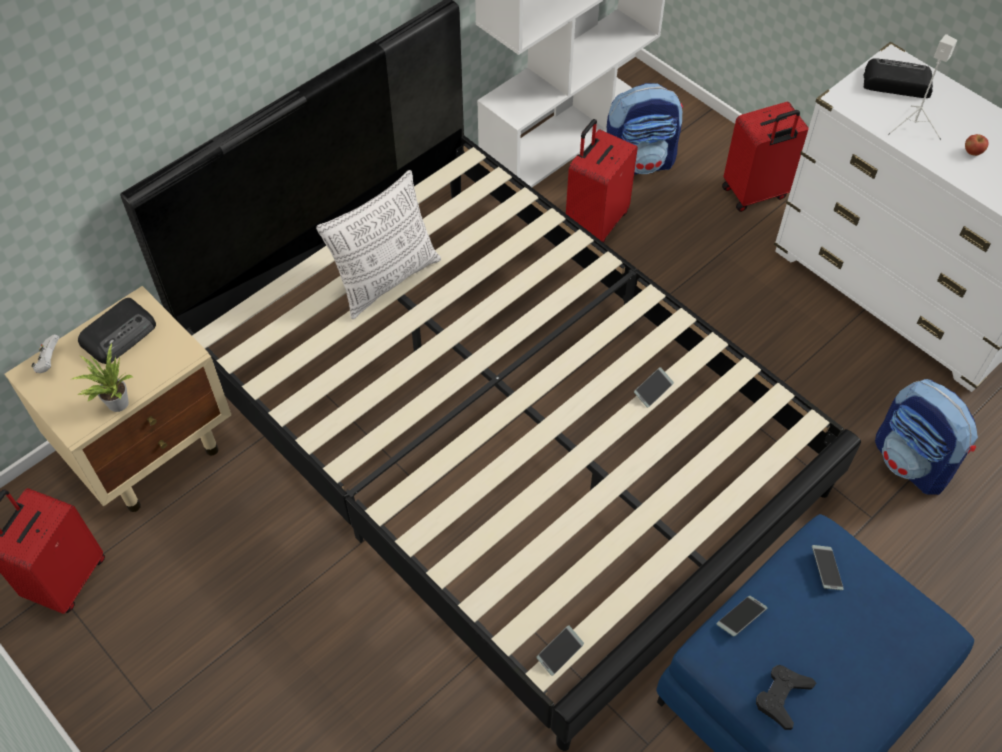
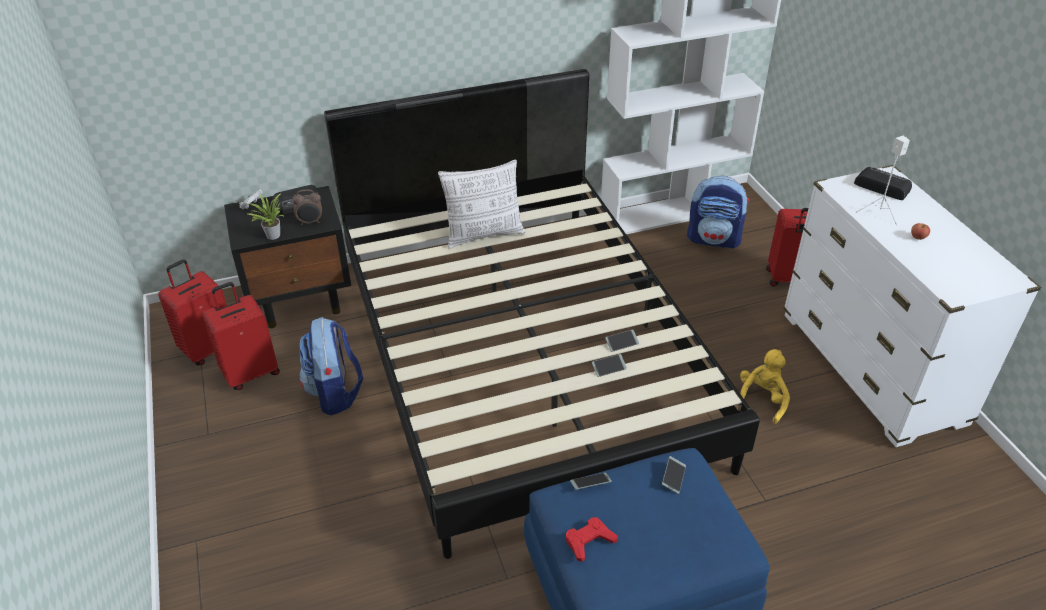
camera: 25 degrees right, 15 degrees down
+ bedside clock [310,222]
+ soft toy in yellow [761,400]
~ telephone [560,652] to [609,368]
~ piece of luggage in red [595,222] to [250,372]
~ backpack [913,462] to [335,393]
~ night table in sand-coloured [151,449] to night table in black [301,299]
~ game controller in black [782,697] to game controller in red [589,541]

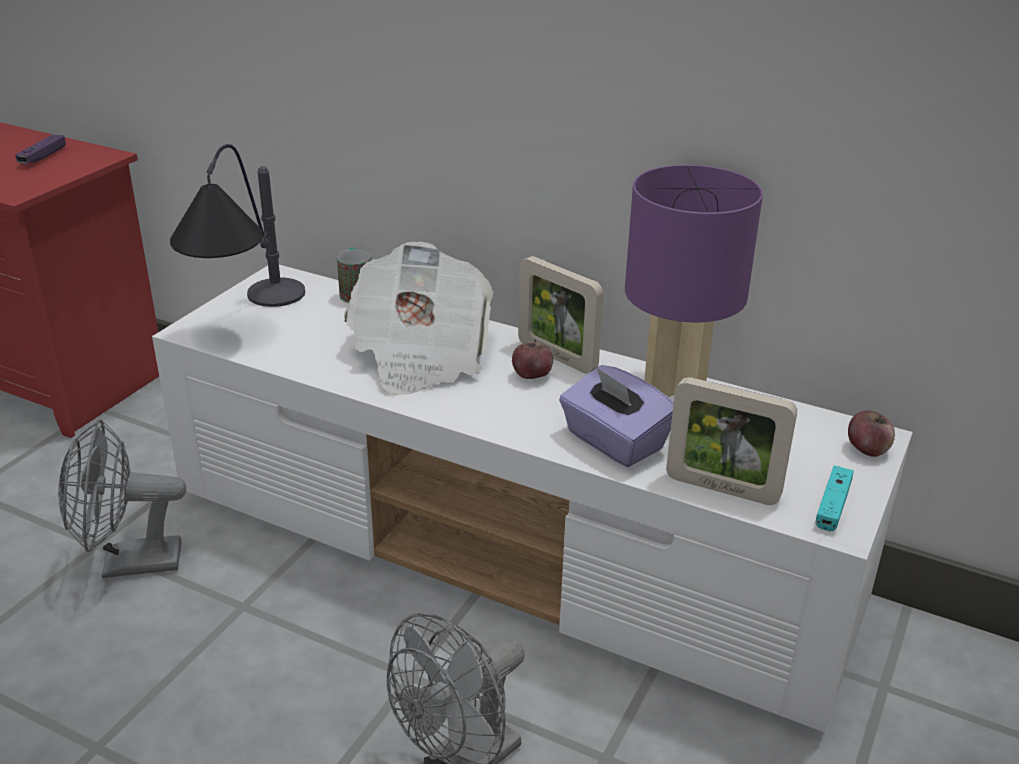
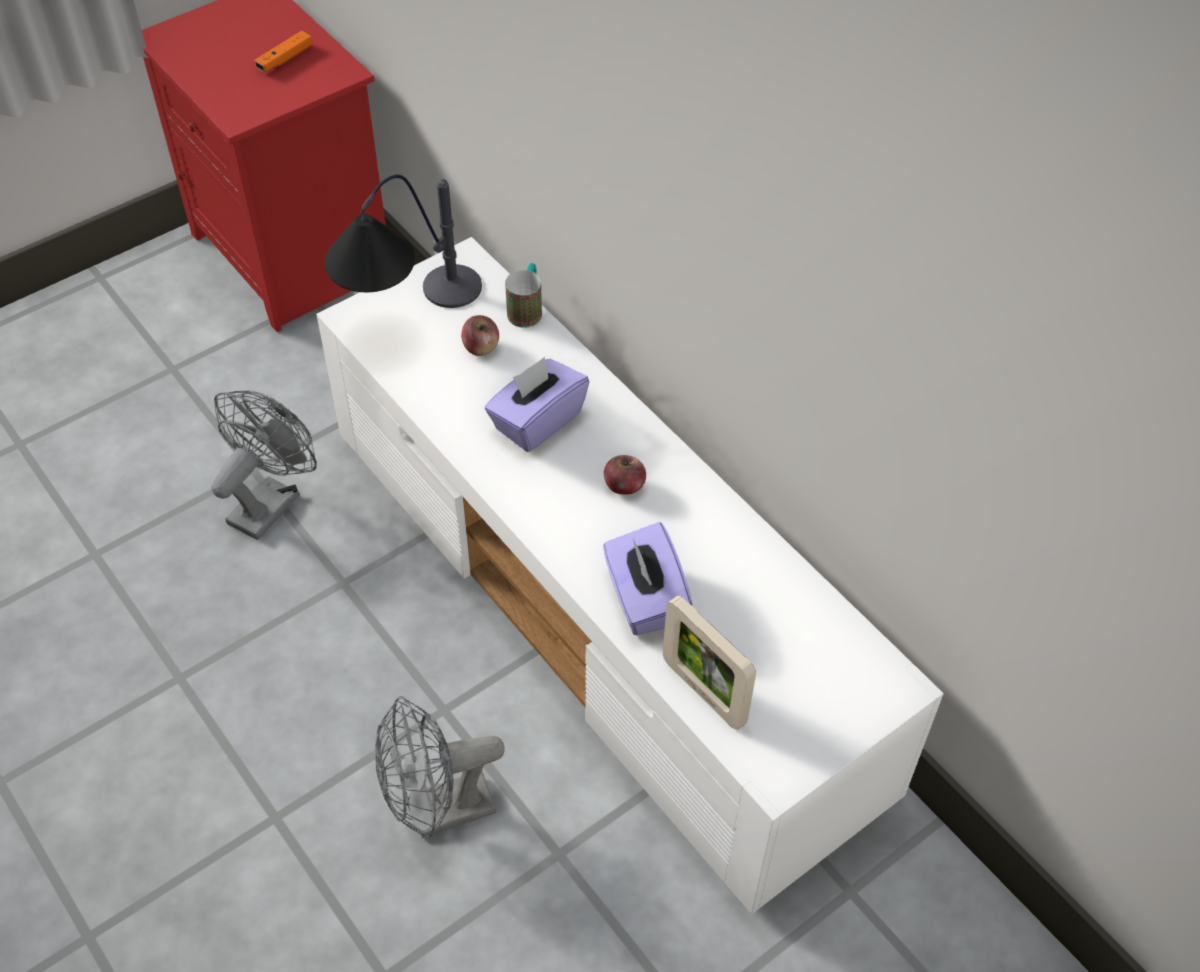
camera: 25 degrees right, 20 degrees up
- standing frame [557,357]
- lamp for a table in purple [673,391]
- game controller in turquoise [832,505]
~ whole apple [867,449] to [481,347]
~ daily paper [419,355] to box of tissues in purple [537,421]
~ game controller in purple [42,157] to game controller in orange [285,59]
~ fan in grey [129,564] = [270,501] 105 degrees clockwise

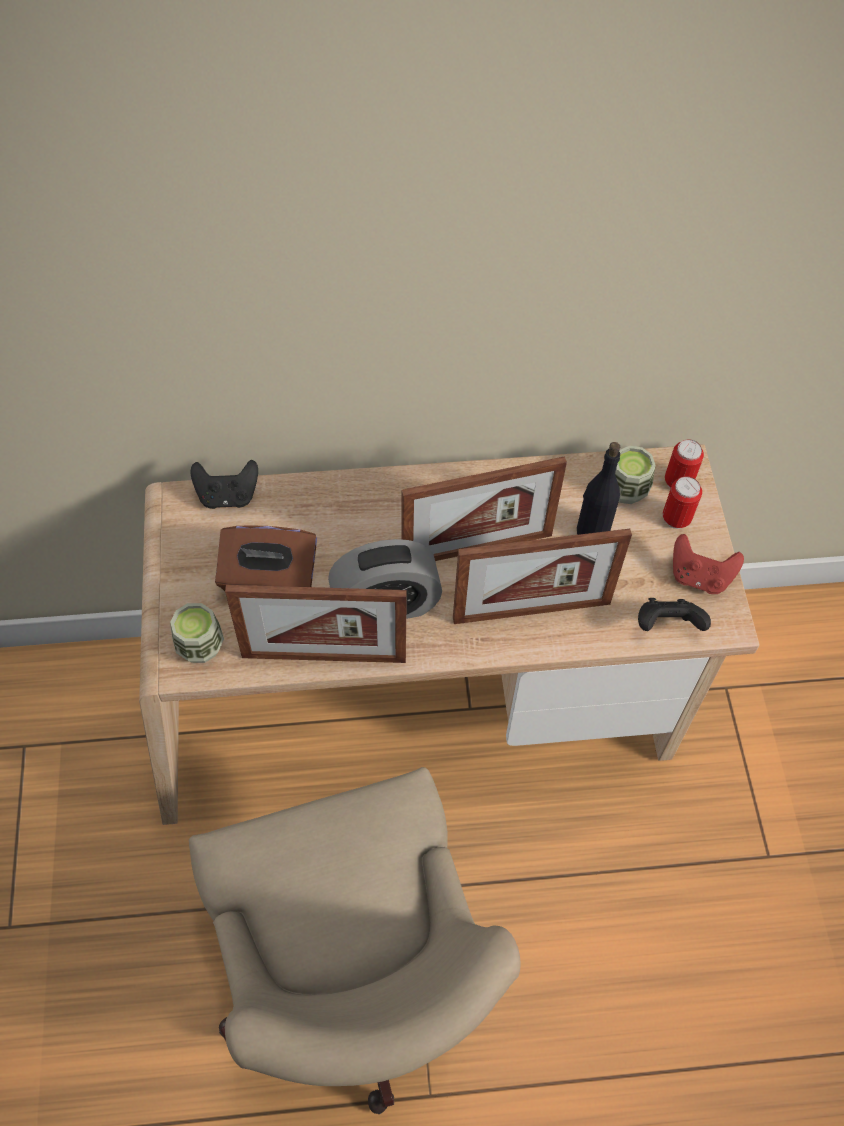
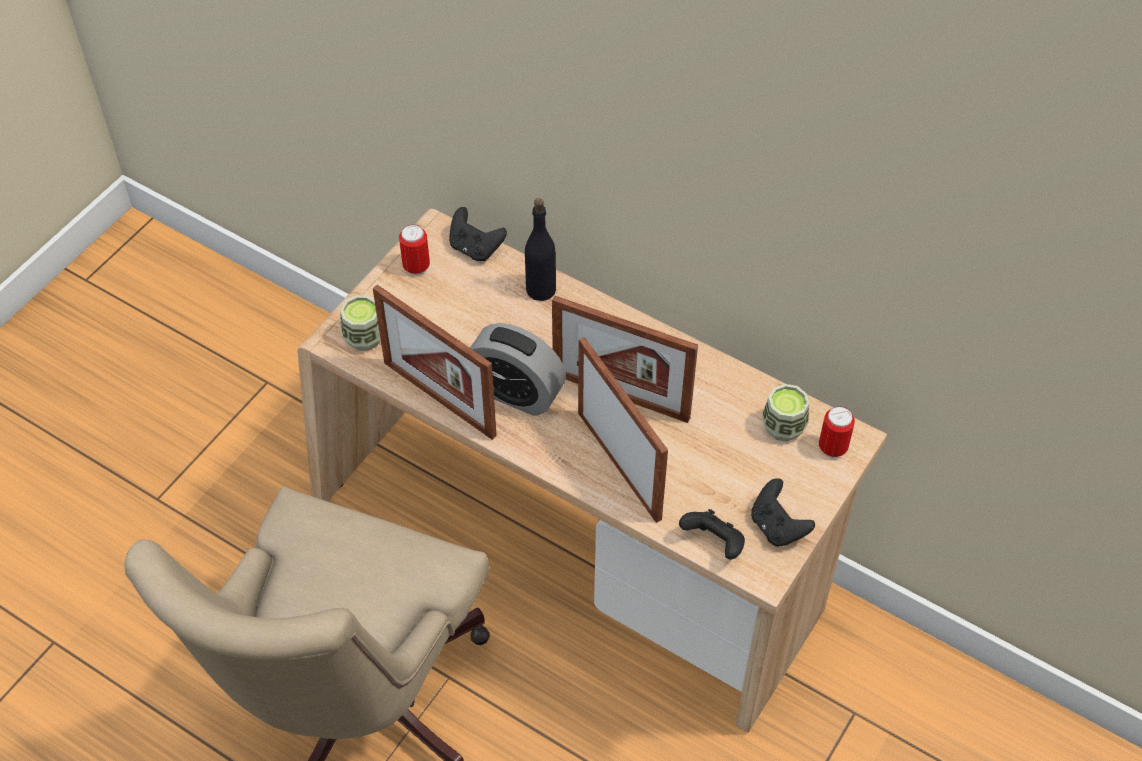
camera: 40 degrees right, 5 degrees down
- box of tissues in brown [269,581]
~ bottle in black [592,531] to [541,289]
~ sealed can [676,519] to [416,267]
~ game controller in red [699,577] to game controller in black [777,527]
~ standing frame [531,611] = [619,465] 150 degrees counterclockwise

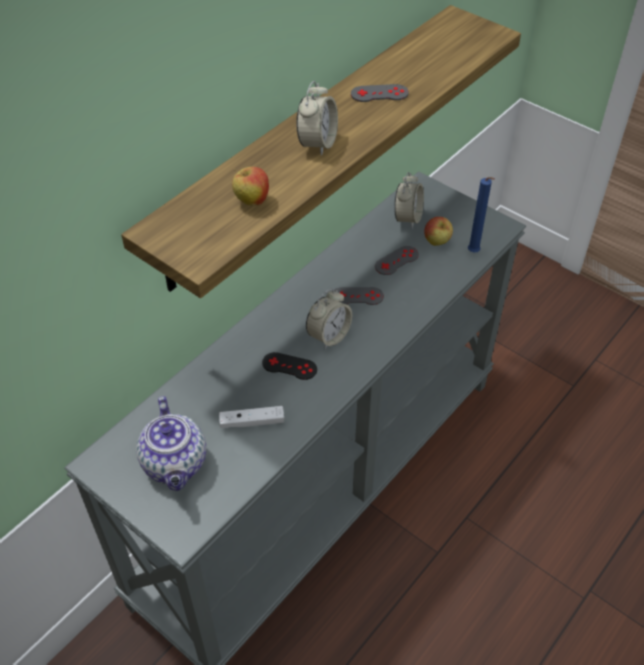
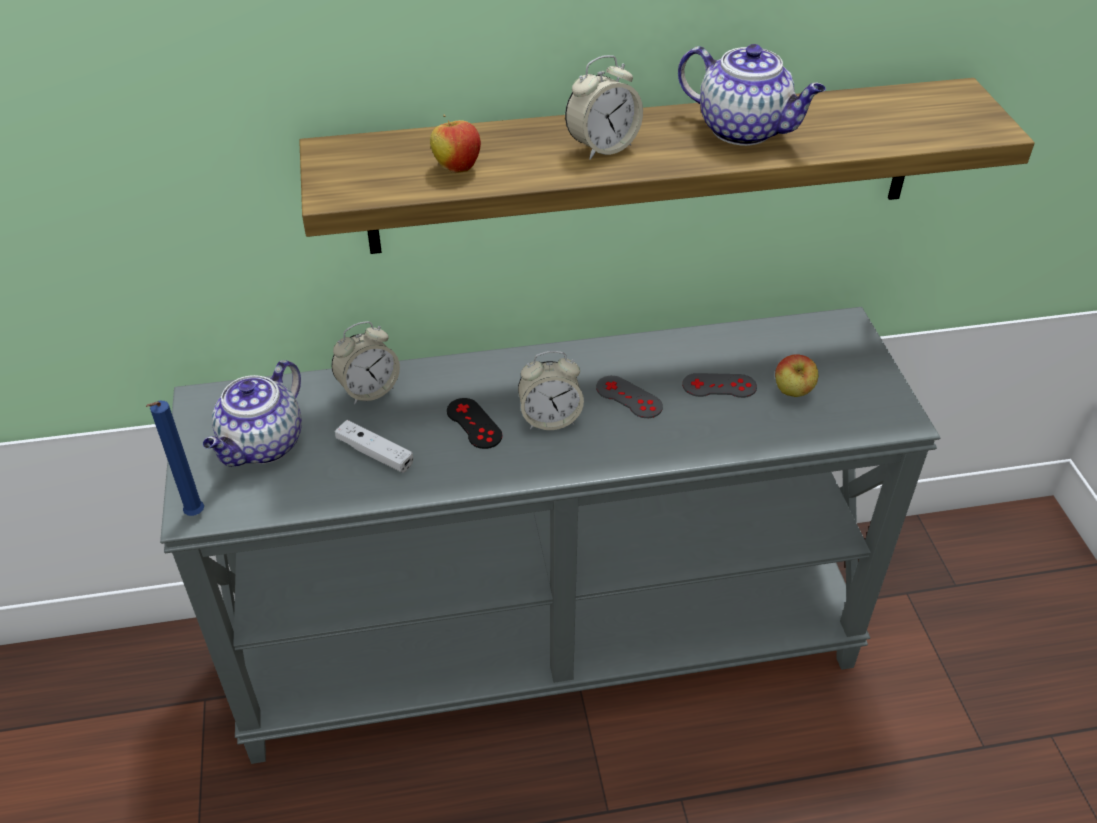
camera: 40 degrees right, 5 degrees down
~ bedside clock [407,218] to [369,390]
~ wax light in bluish [474,253] to [193,516]
~ game controller in grey [379,93] to pot for tea [745,130]

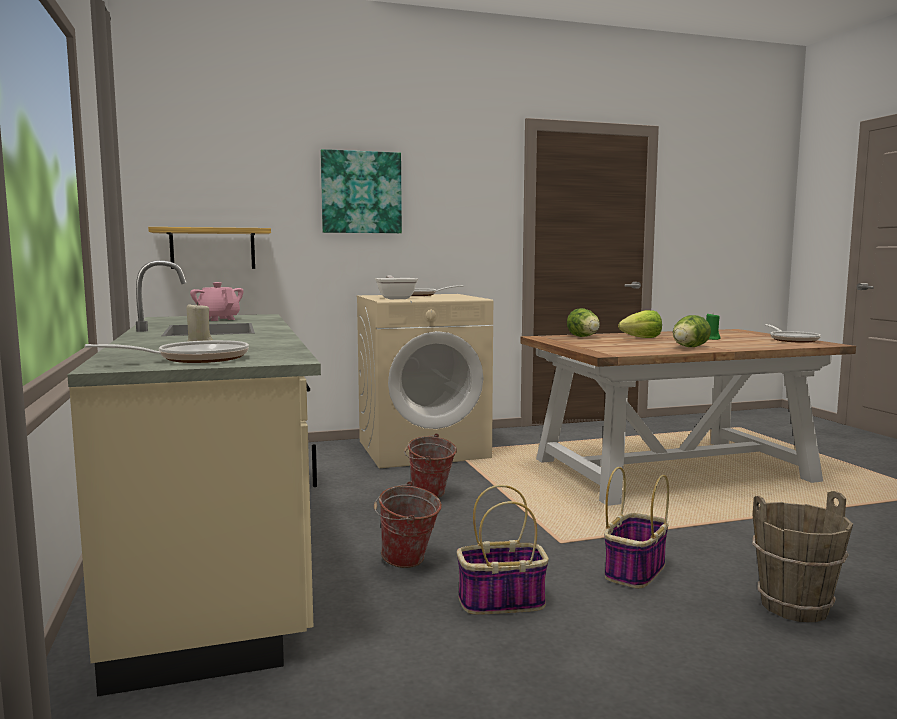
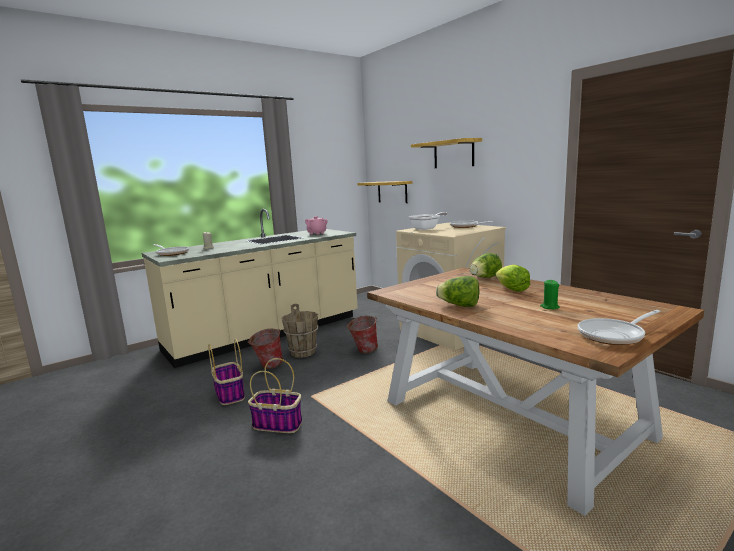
camera: 70 degrees right, 5 degrees up
~ bucket in brown [795,607] to [302,352]
~ wall art [361,192] to wall shelf [453,154]

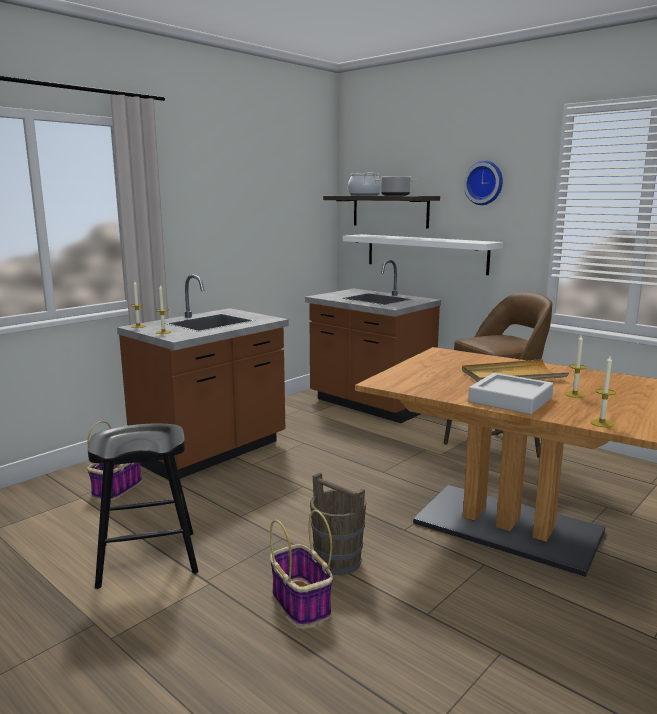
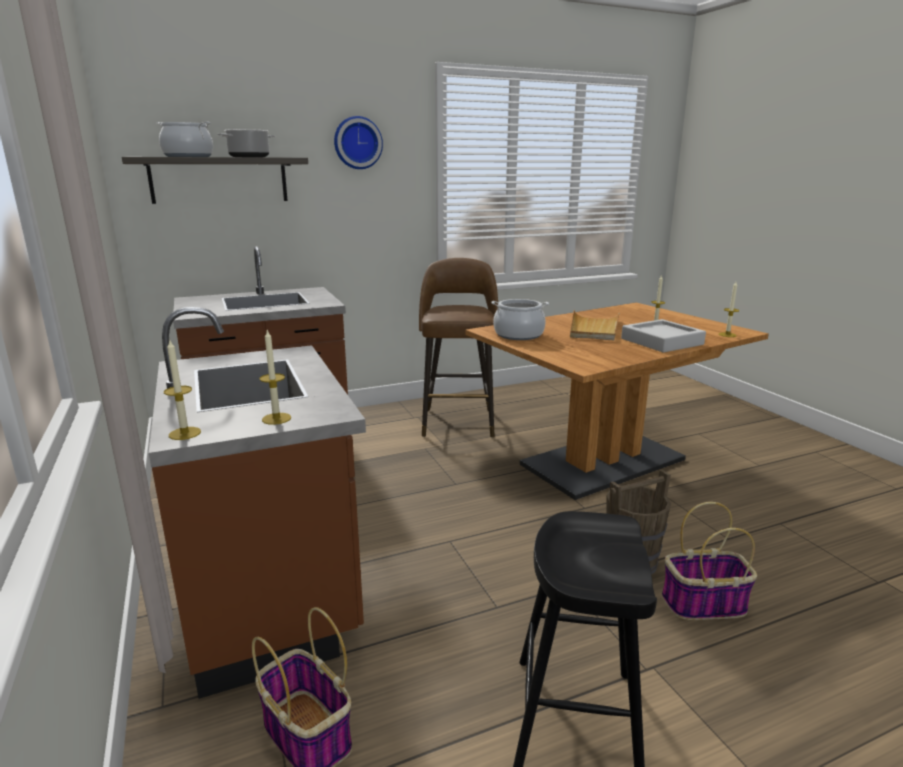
camera: 65 degrees left, 5 degrees up
- wall shelf in white-coloured [425,253]
+ stockpot [518,335]

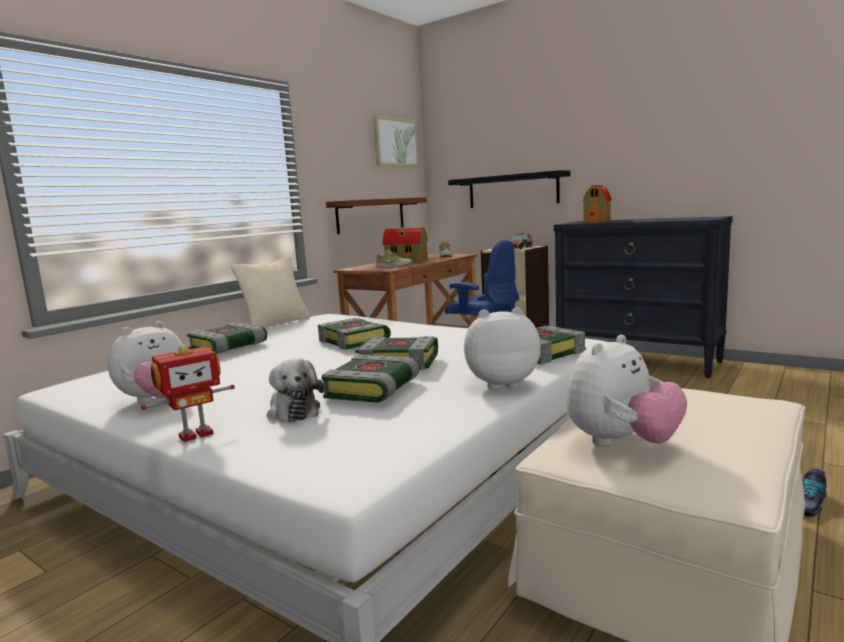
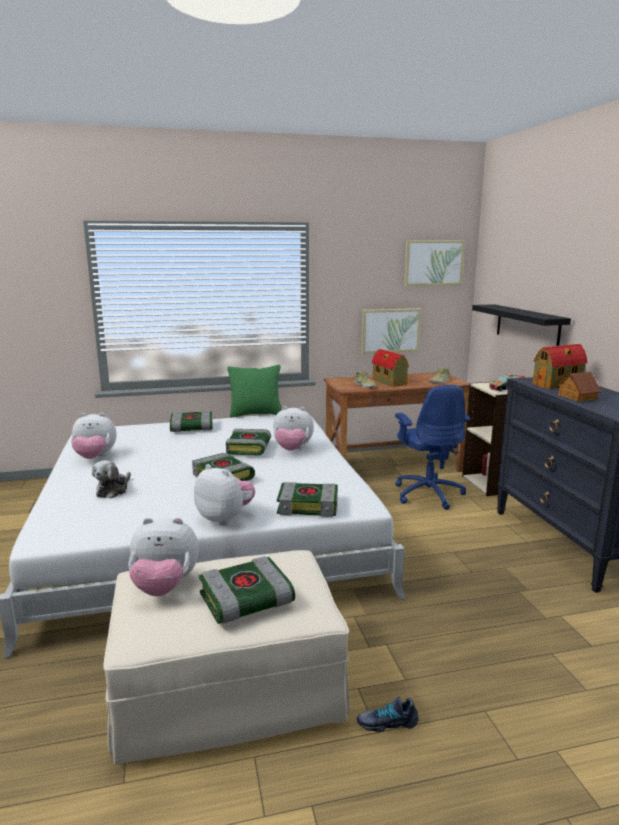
camera: 40 degrees right, 5 degrees up
- model robot [195,434]
+ soft toy [292,449]
+ toy house [576,397]
~ volume [373,390] to [245,601]
~ wall shelf in brown [371,215] to wall art [390,330]
~ pillow in sand-coloured [276,323] to pillow in green-coloured [256,414]

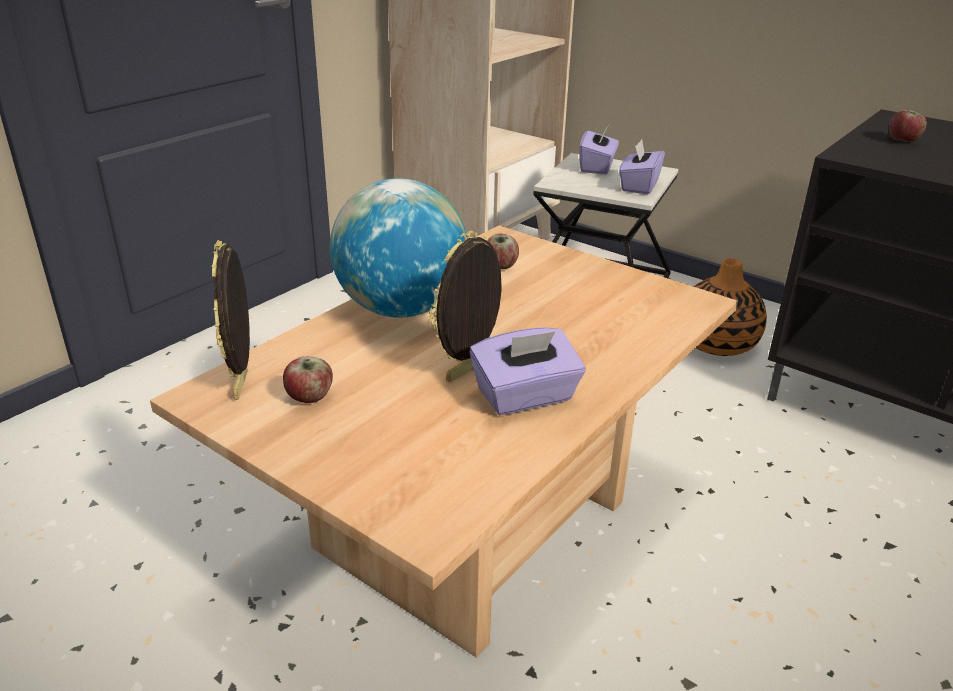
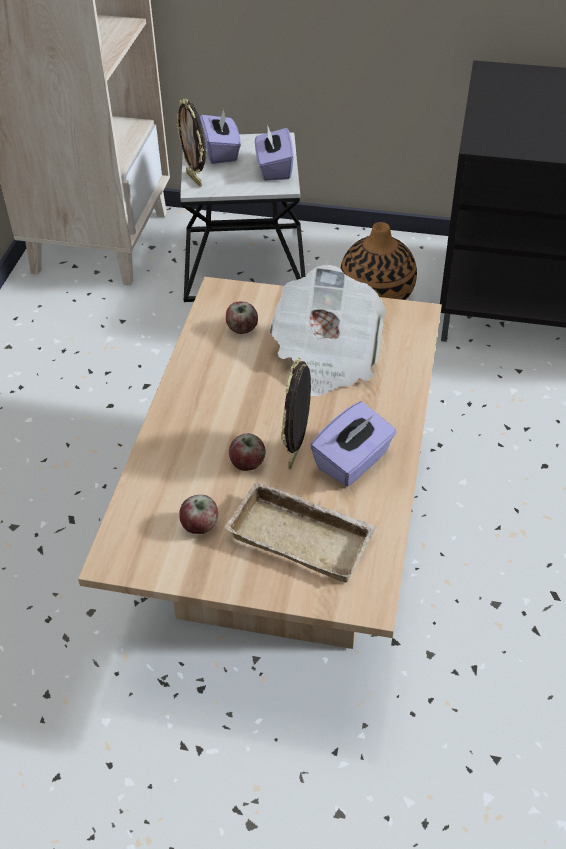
camera: 25 degrees left, 15 degrees up
- globe [401,309]
+ serving tray in sand-coloured [303,536]
+ daily paper [326,356]
~ standing frame [243,385] to [195,179]
~ whole apple [903,141] to [248,463]

